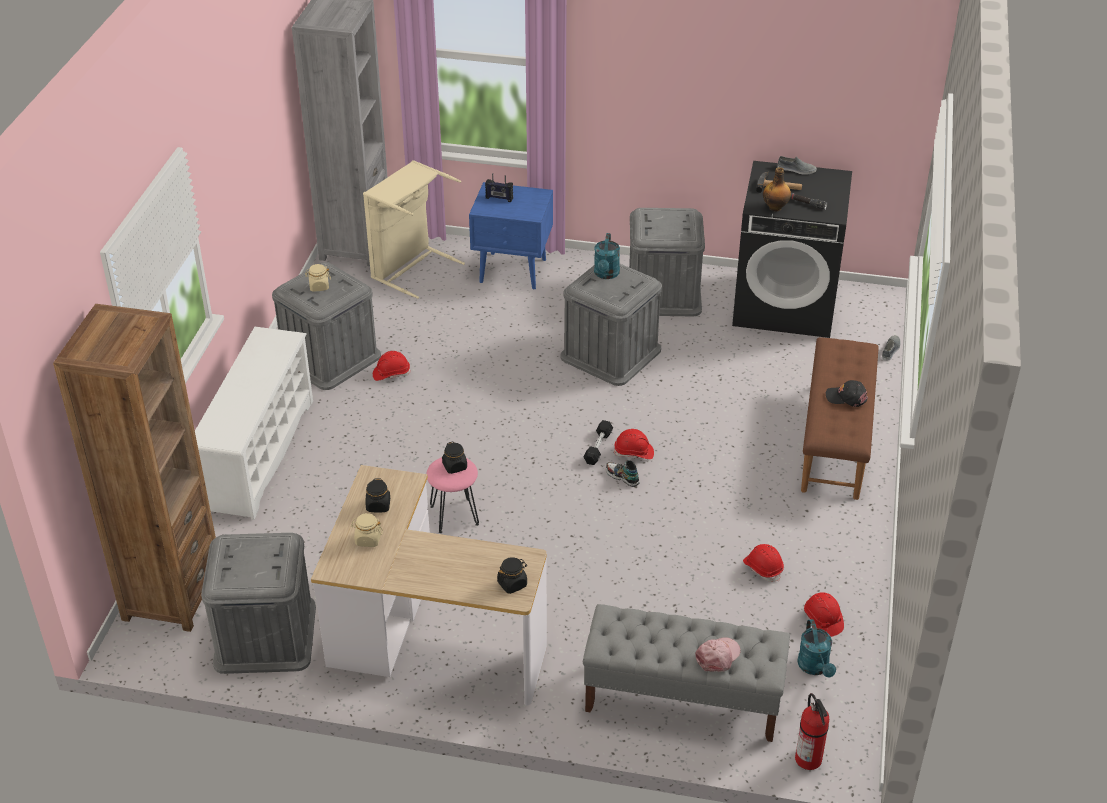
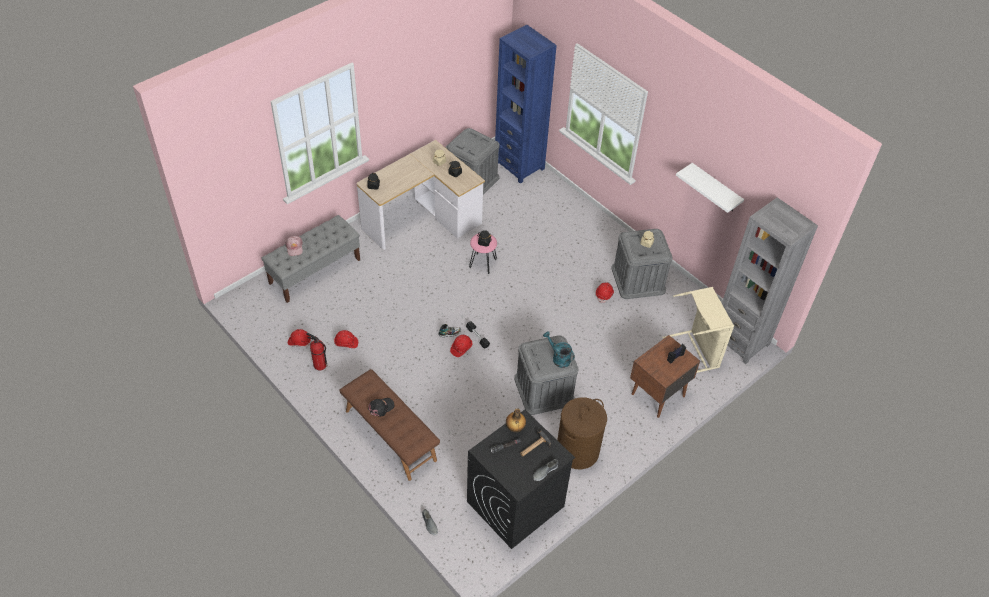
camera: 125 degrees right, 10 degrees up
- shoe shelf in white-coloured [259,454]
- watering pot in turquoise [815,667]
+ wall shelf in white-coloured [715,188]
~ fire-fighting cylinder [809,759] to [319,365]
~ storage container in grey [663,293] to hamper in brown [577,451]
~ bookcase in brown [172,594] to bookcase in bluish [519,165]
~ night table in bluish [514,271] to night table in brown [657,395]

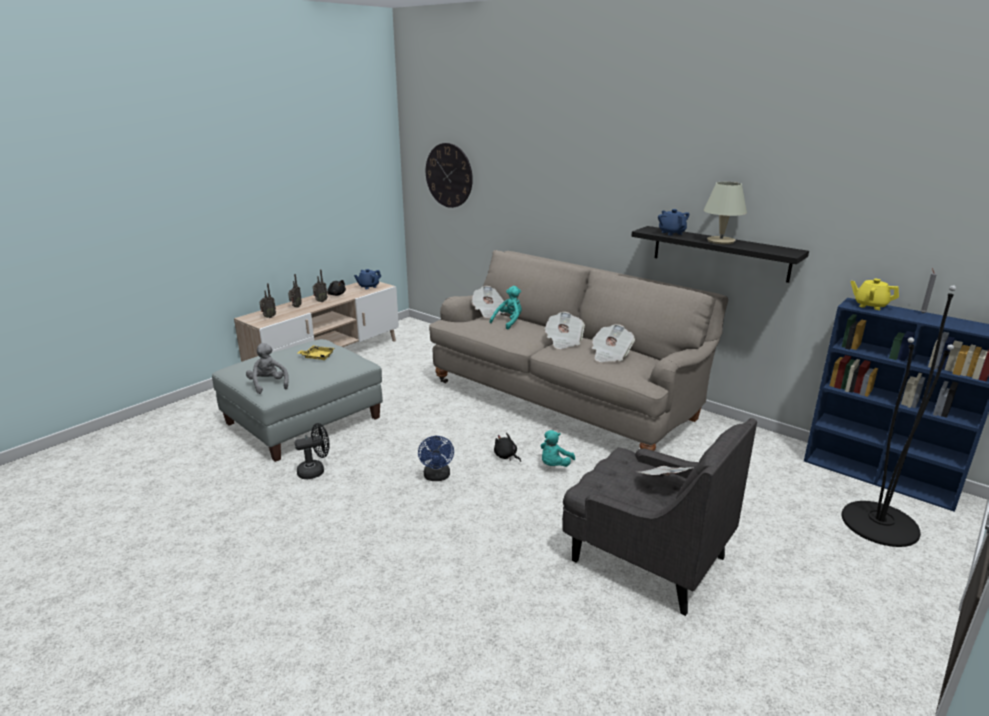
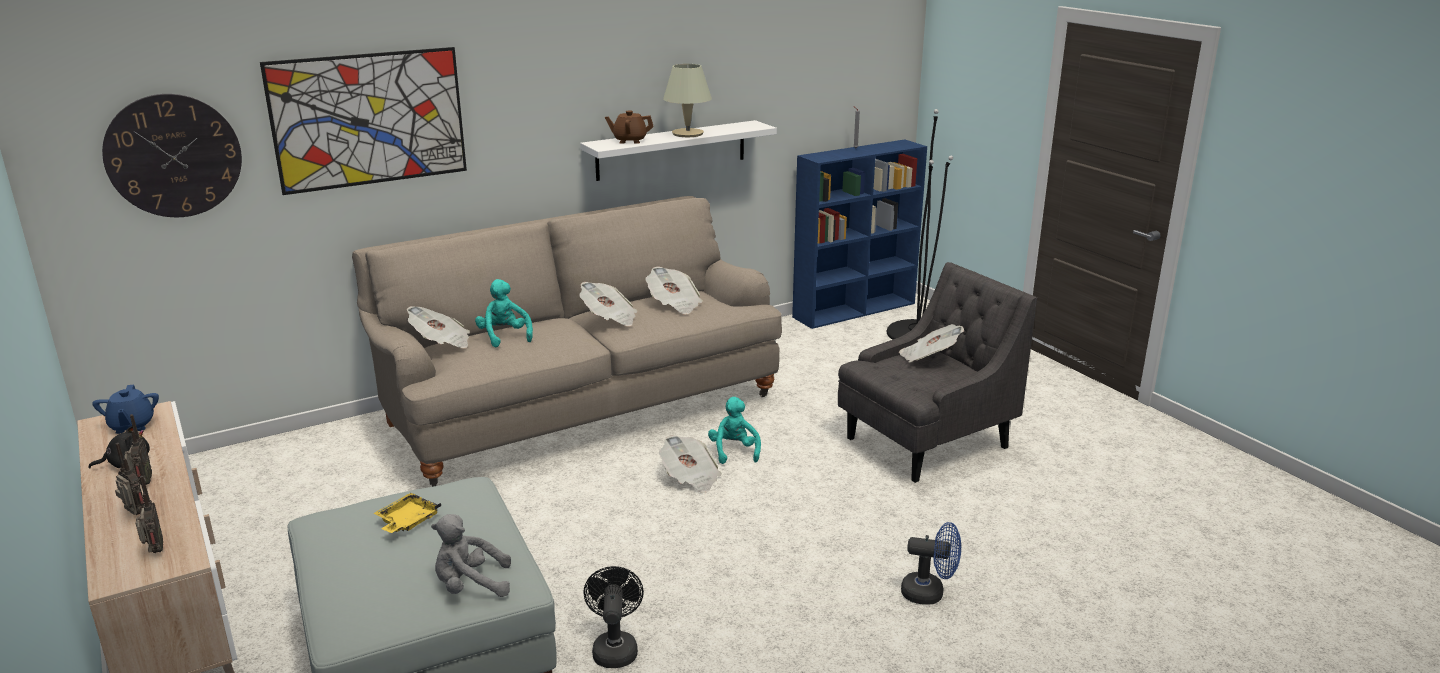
camera: 70 degrees left, 0 degrees up
- pot for tea in yellow [870,305]
+ wall art [369,119]
~ fan in bluish [437,477] to [929,593]
~ soft toy in black [506,456] to daily paper [690,478]
~ wall shelf in black [720,253] to wall shelf in white-coloured [671,150]
~ pot for tea in bluish [671,233] to pot for tea in brown [629,141]
~ soft toy in turquoise [554,465] = [734,451] 150 degrees counterclockwise

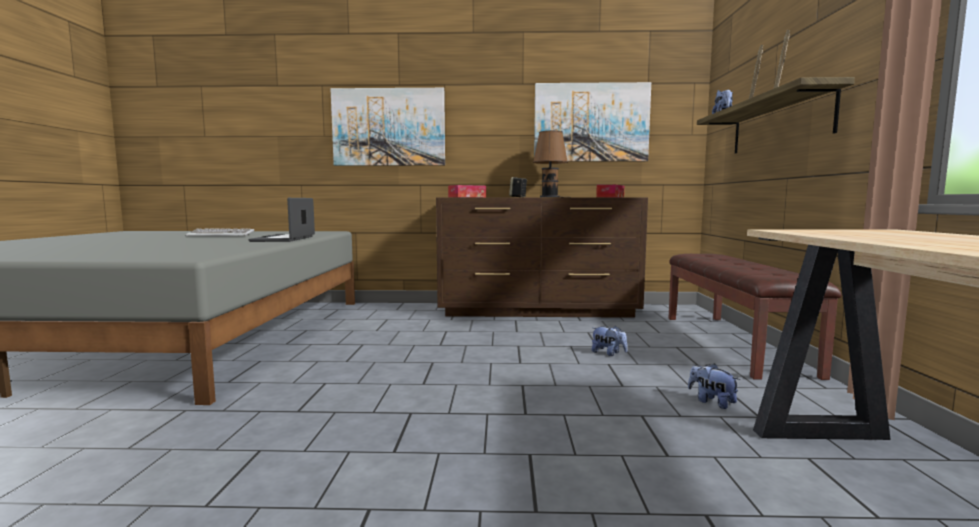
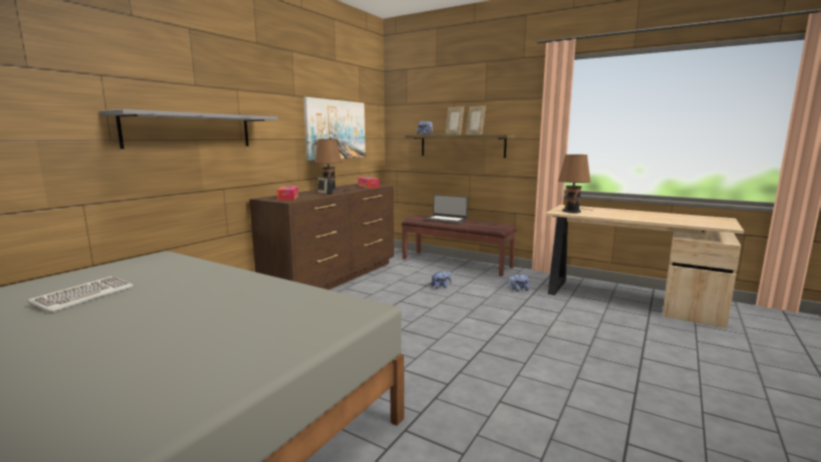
camera: 60 degrees left, 5 degrees up
+ lamp for a table in brown [572,211]
~ notebook computer [285,239] to [445,220]
~ wall art [389,127] to wall shelf in grey [190,131]

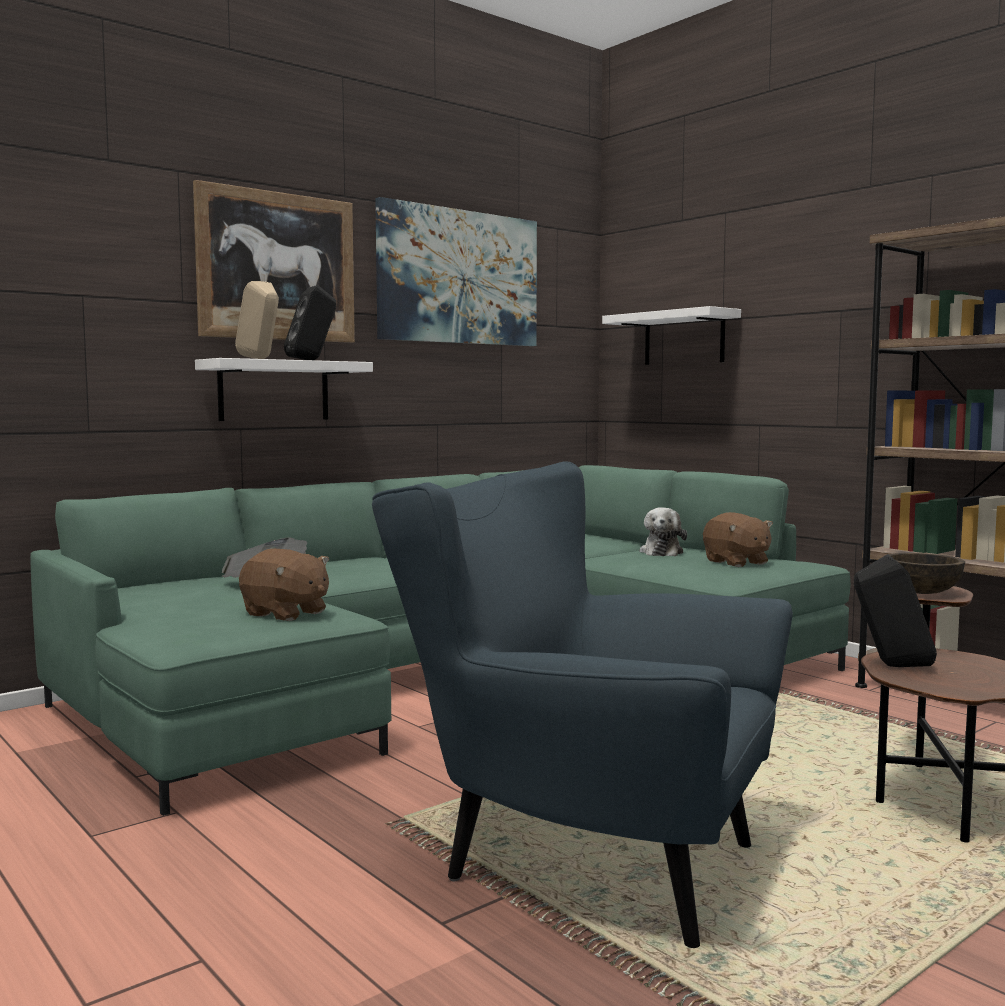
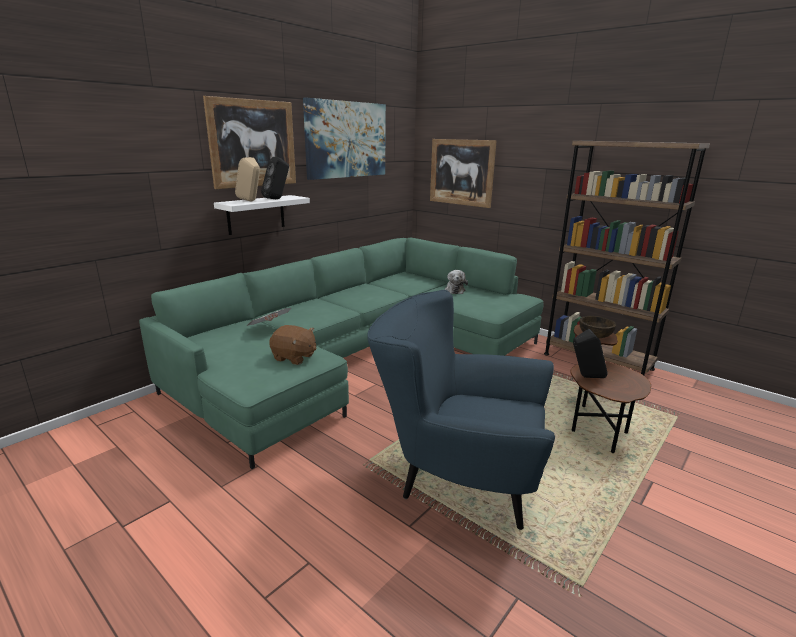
camera: 10 degrees left, 15 degrees up
- soft toy in brown [736,562]
~ wall shelf in white-coloured [684,338] to wall art [461,172]

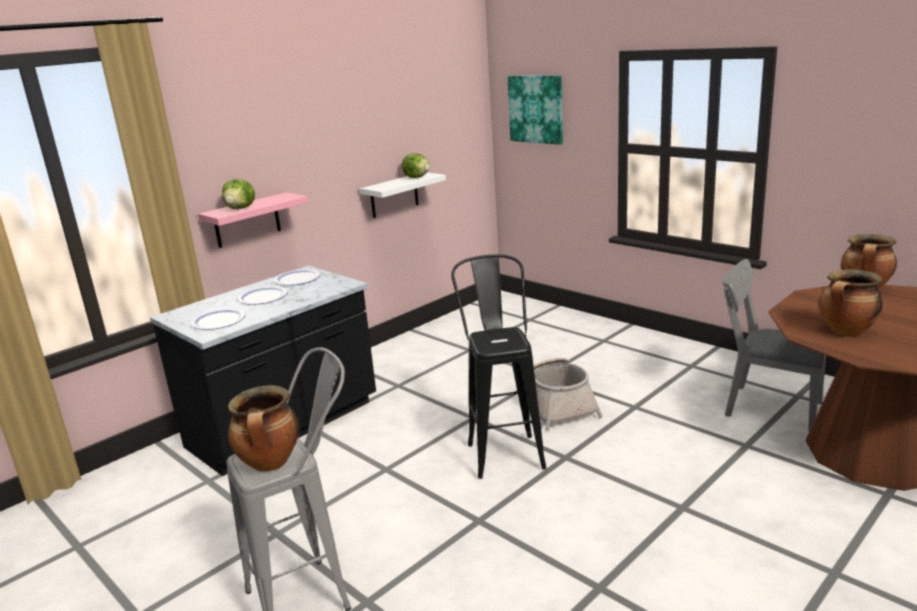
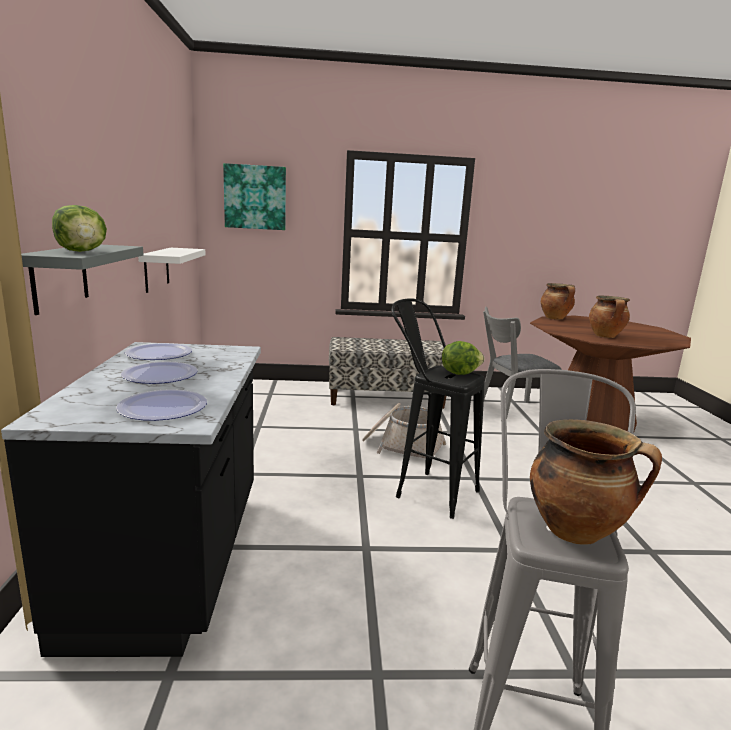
camera: 50 degrees left, 5 degrees down
+ indoor bench [386,398]
~ lettuce [417,177] to [459,373]
~ wall shelf in pink-coloured [247,220] to wall shelf in grey [60,277]

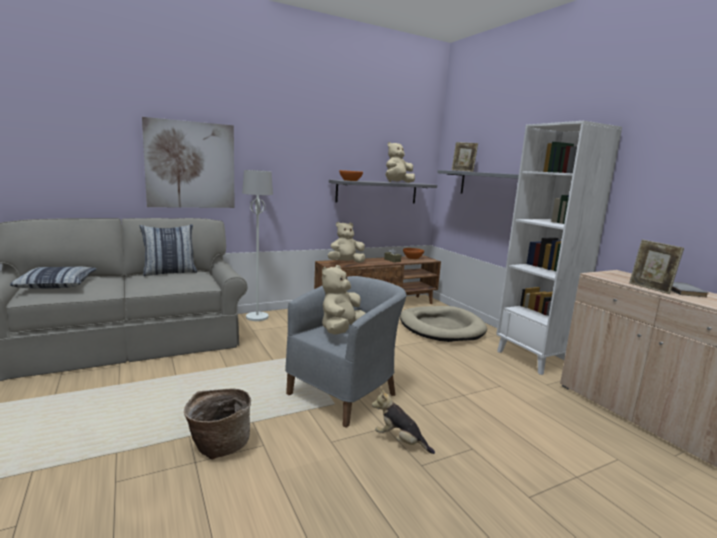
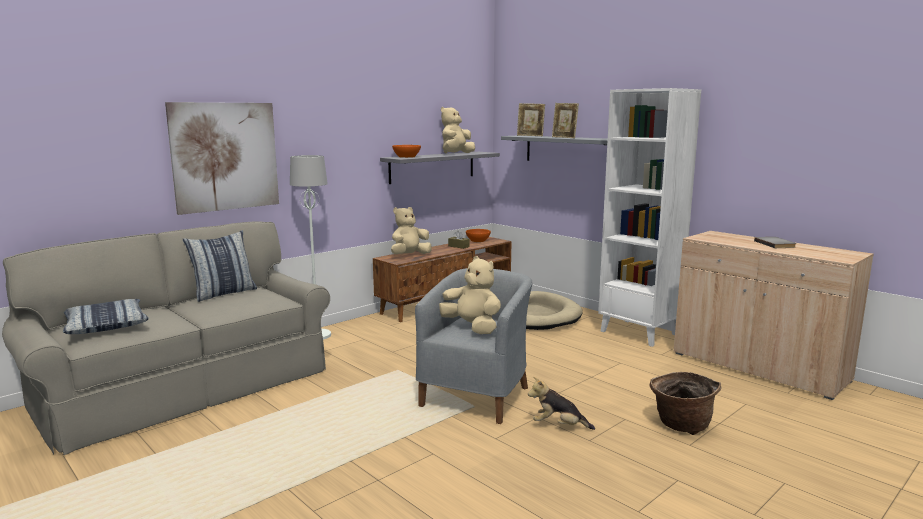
camera: 15 degrees left, 0 degrees up
~ household basket [218,445] to [680,425]
~ standing frame [650,288] to [564,138]
~ soft toy in sand-coloured [341,330] = [472,327] 120 degrees clockwise

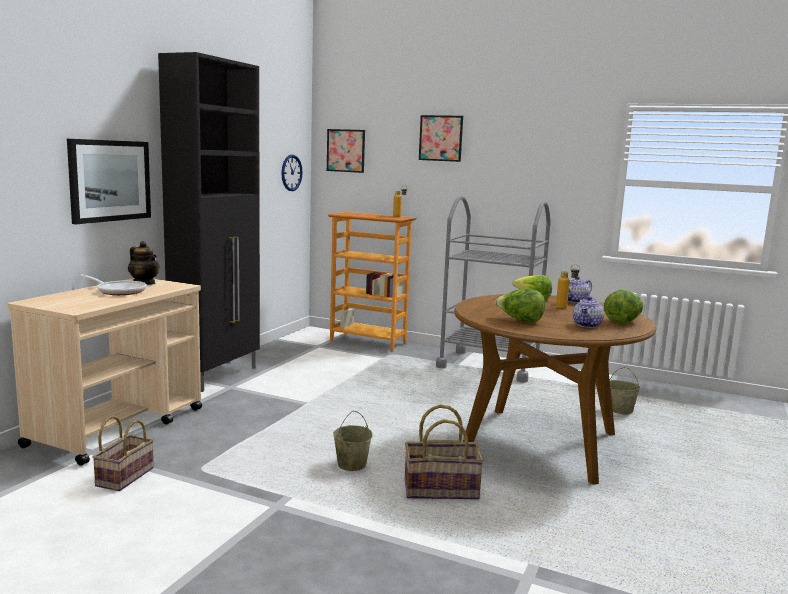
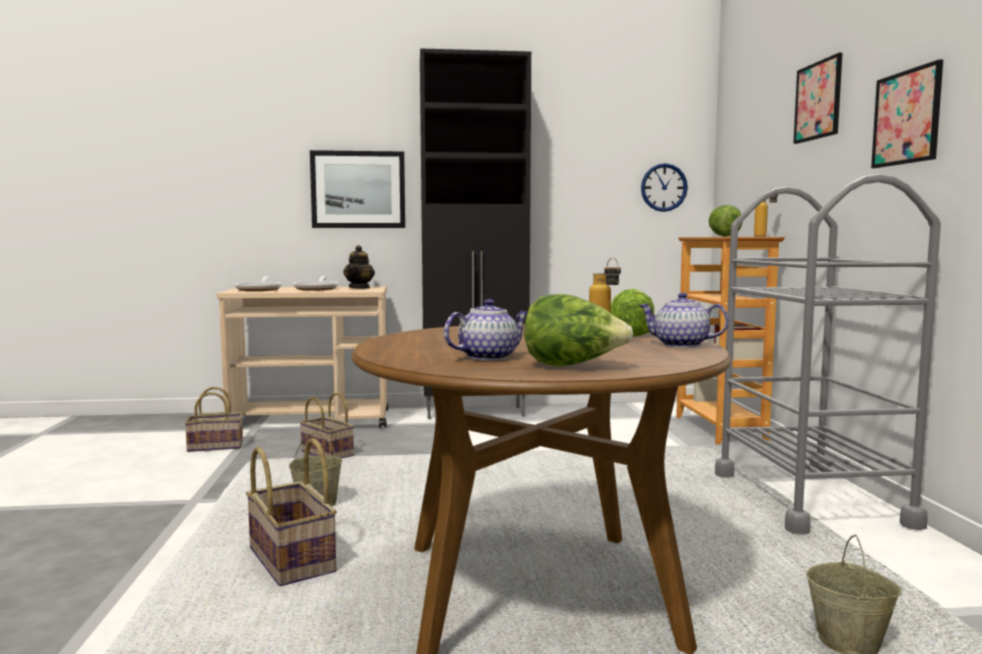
camera: 60 degrees right, 5 degrees down
+ frying pan [259,289]
+ household basket [325,453]
~ wall art [346,150] to [906,117]
~ lettuce [520,321] to [723,236]
~ pot for tea [587,325] = [488,357] 150 degrees clockwise

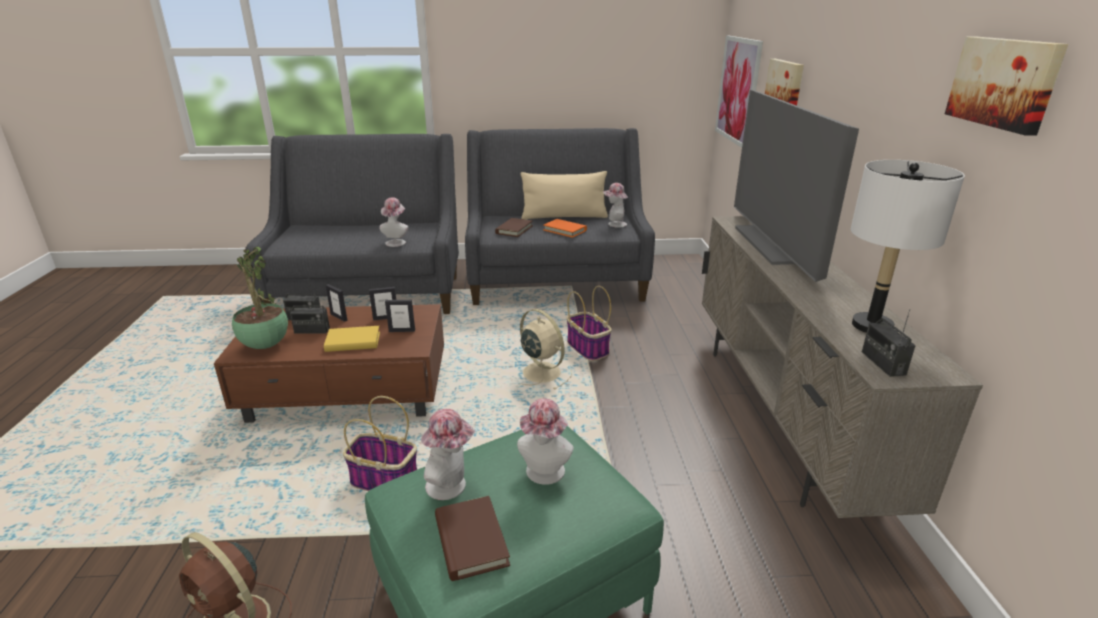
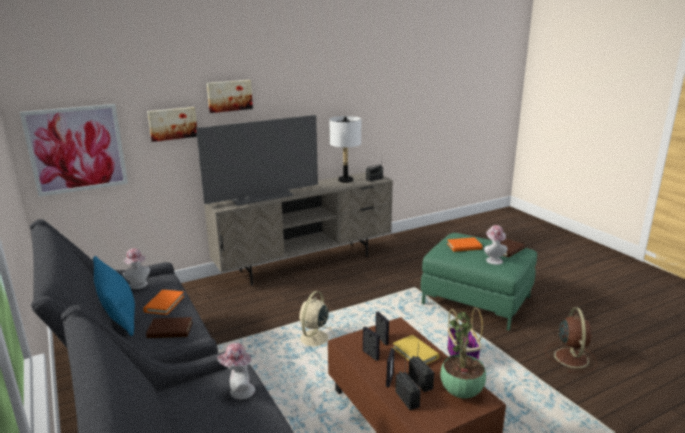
camera: 115 degrees left, 5 degrees down
- household basket [588,348]
~ wall art [1004,83] to [229,95]
~ wearable hat [544,475] to volume in orange [464,246]
~ pillow in sand-coloured [564,217] to pillow in bluish [118,314]

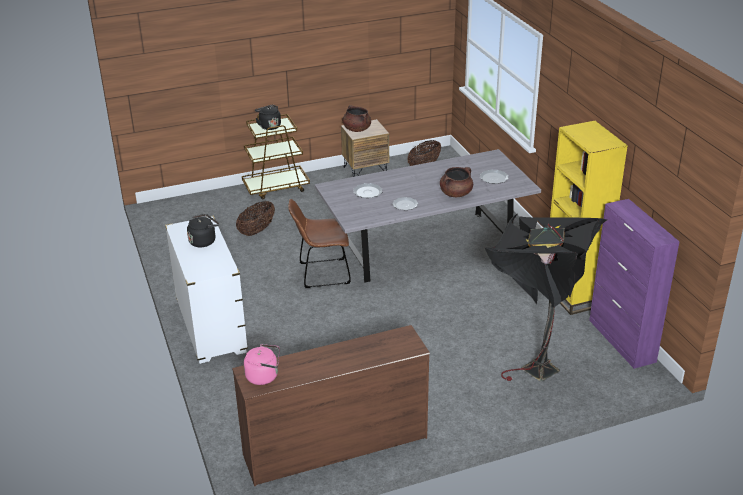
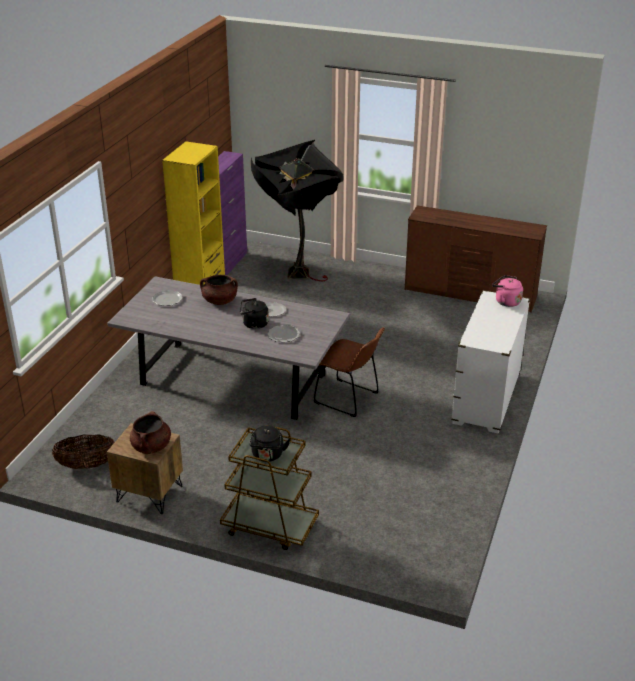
camera: 140 degrees left, 0 degrees up
- household basket [257,230]
~ water kettle in black [204,241] to [253,324]
~ water kettle in pink-coloured [264,376] to [506,301]

